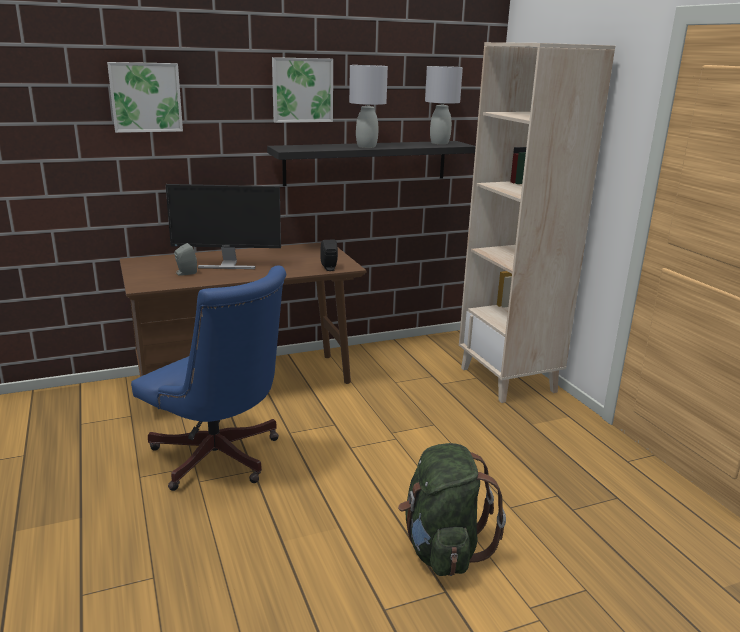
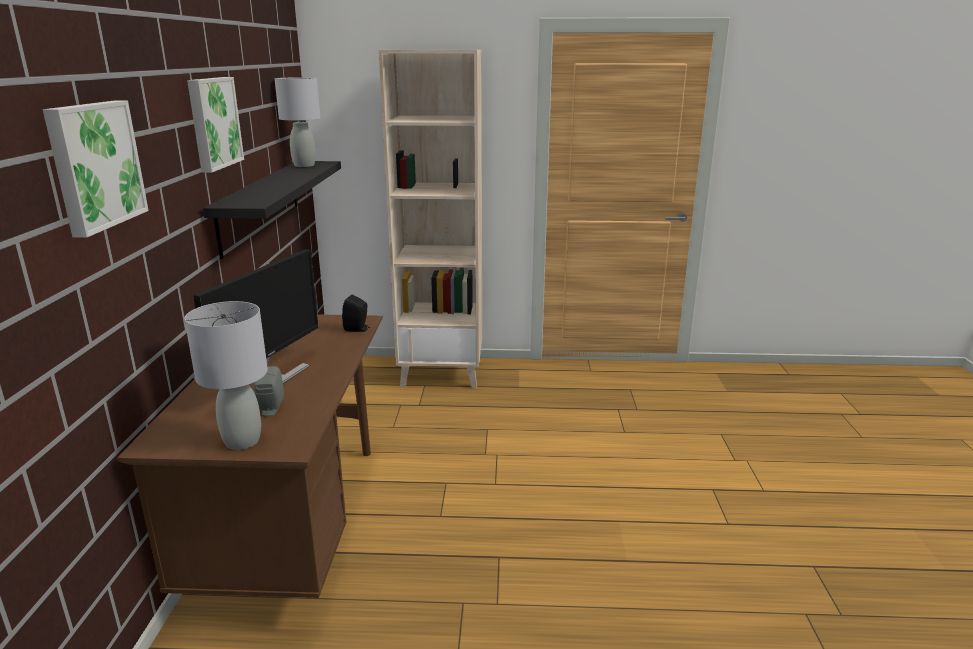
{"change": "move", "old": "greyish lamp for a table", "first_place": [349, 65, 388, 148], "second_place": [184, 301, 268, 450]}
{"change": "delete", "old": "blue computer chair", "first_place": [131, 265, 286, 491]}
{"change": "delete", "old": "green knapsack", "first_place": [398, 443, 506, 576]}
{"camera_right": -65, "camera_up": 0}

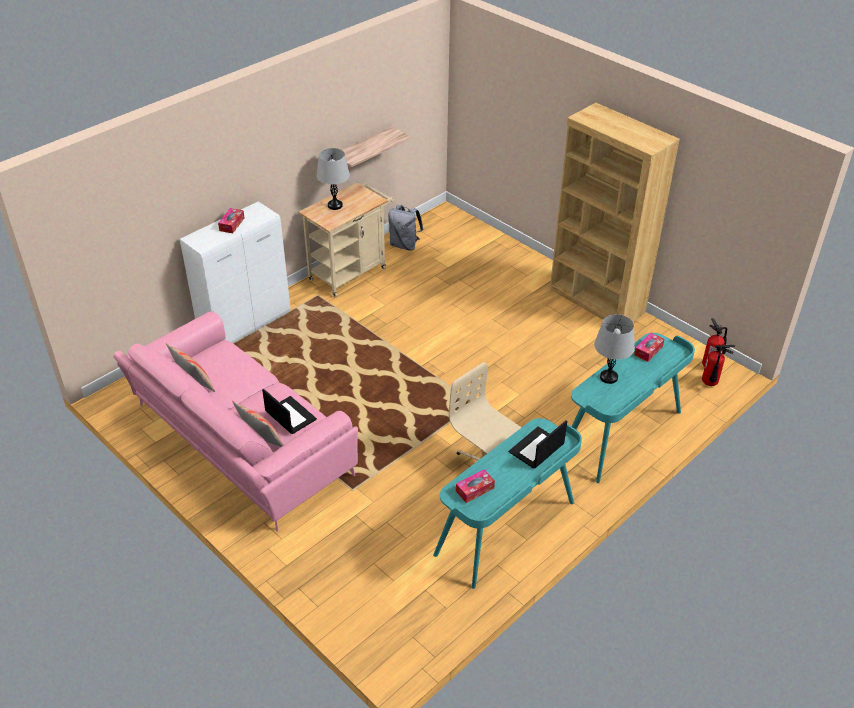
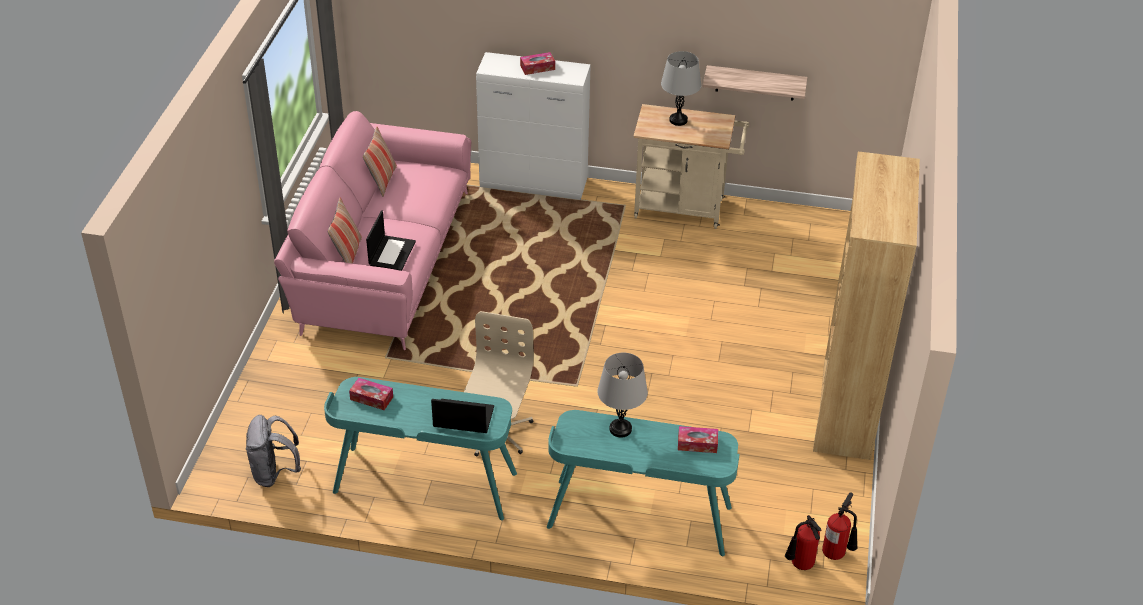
{"change": "move", "old": "greyish knapsack", "first_place": [388, 205, 423, 251], "second_place": [246, 415, 301, 487]}
{"camera_right": 55, "camera_up": 0}

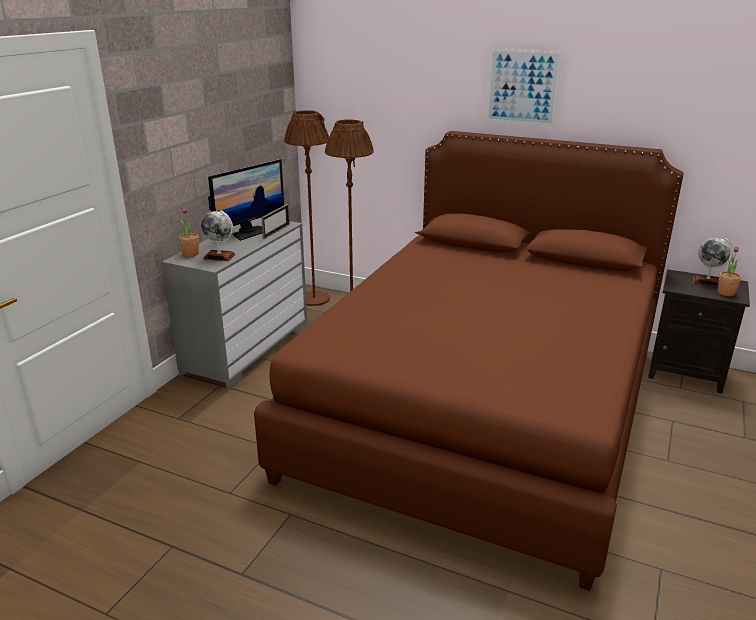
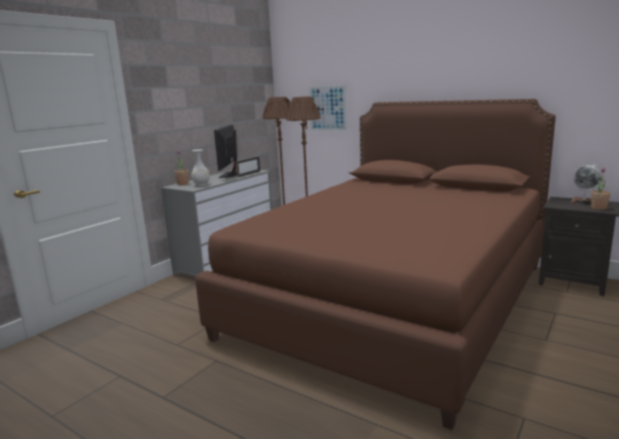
{"change": "move", "old": "wall picture", "first_place": [486, 49, 562, 126], "second_place": [308, 85, 348, 131]}
{"change": "rotate", "old": "monitor", "first_place": [208, 159, 284, 241], "second_place": [214, 124, 238, 178], "degrees": 135}
{"change": "replace", "old": "world globe", "new": "white-coloured flower vase", "first_place": [201, 210, 236, 261], "second_place": [191, 149, 210, 186]}
{"camera_right": 10, "camera_up": -10}

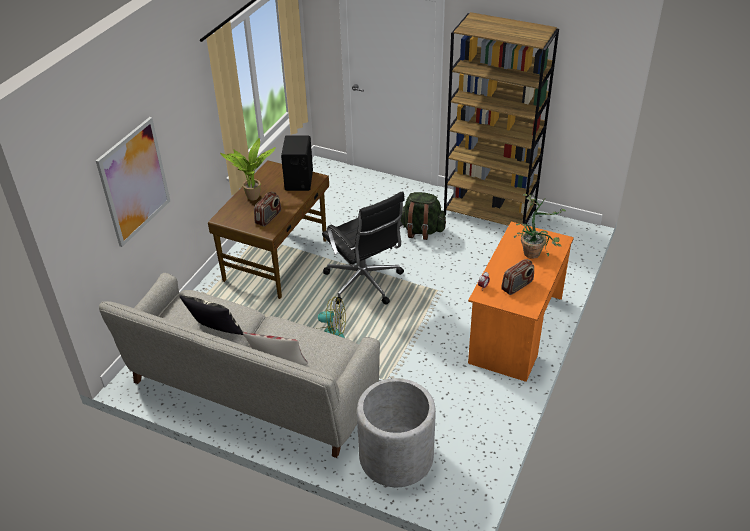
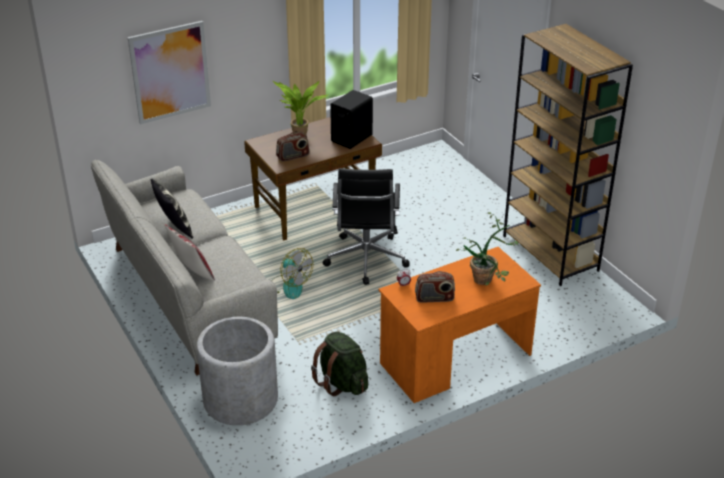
{"change": "move", "old": "green knapsack", "first_place": [401, 192, 446, 240], "second_place": [311, 331, 368, 396]}
{"camera_right": 35, "camera_up": -5}

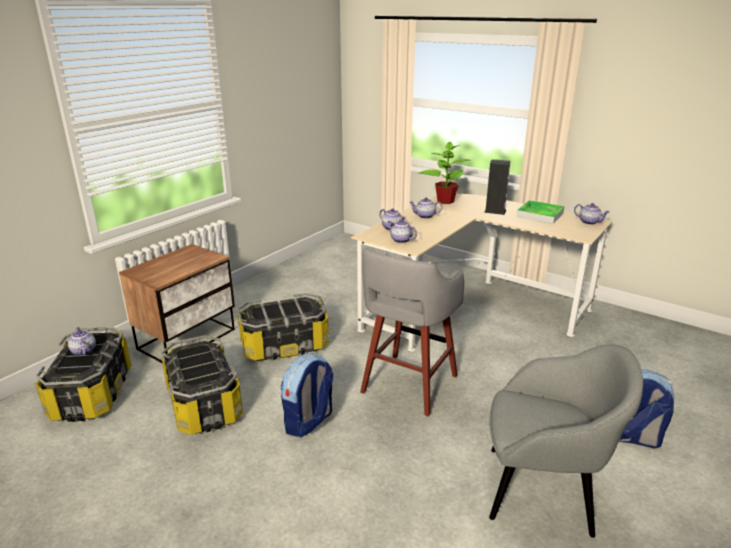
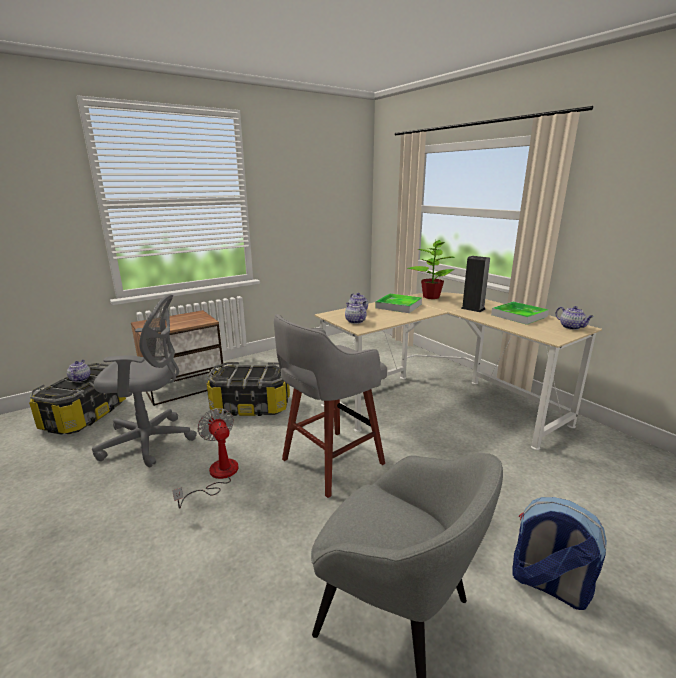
{"change": "replace", "old": "teapot", "new": "serving tray", "first_place": [410, 197, 443, 219], "second_place": [375, 294, 422, 313]}
{"change": "replace", "old": "storage box", "new": "greyish computer chair", "first_place": [161, 335, 243, 435], "second_place": [92, 294, 197, 467]}
{"change": "replace", "old": "knapsack", "new": "cooling fan", "first_place": [281, 353, 333, 437], "second_place": [172, 408, 238, 509]}
{"camera_right": 20, "camera_up": -5}

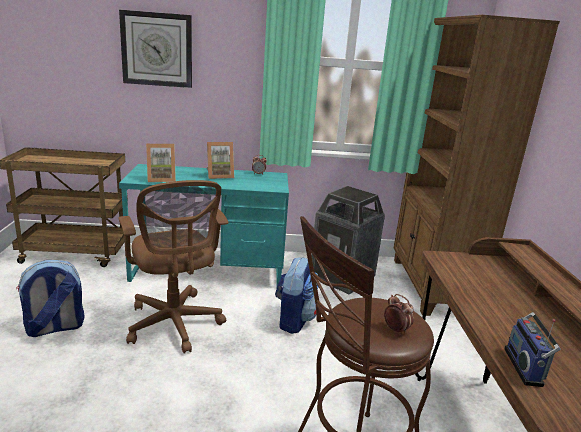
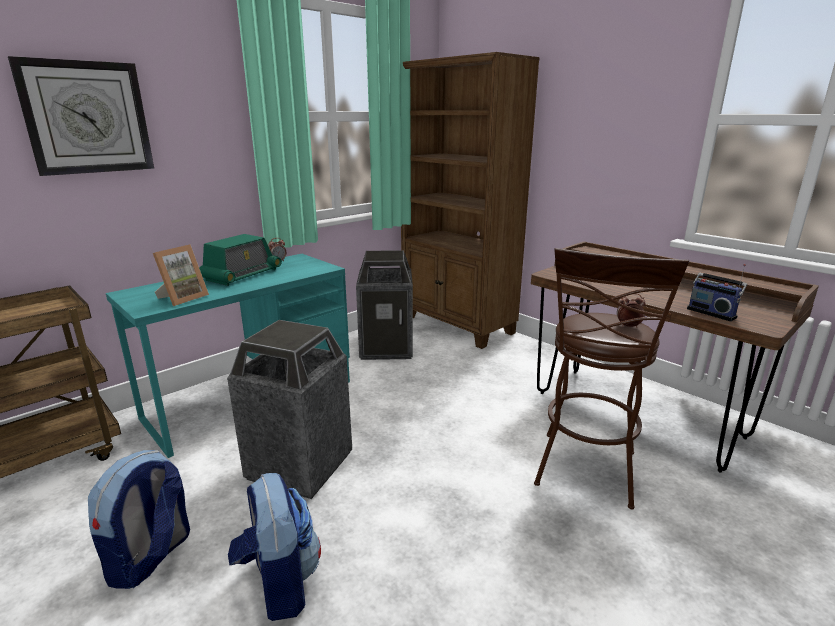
{"change": "replace", "old": "photo frame", "new": "radio receiver", "first_place": [207, 142, 234, 179], "second_place": [199, 234, 282, 286]}
{"change": "replace", "old": "brown computer chair", "new": "trash can", "first_place": [118, 180, 228, 354], "second_place": [227, 320, 352, 499]}
{"change": "move", "old": "knapsack", "first_place": [275, 257, 319, 334], "second_place": [228, 473, 321, 621]}
{"camera_right": -40, "camera_up": 0}

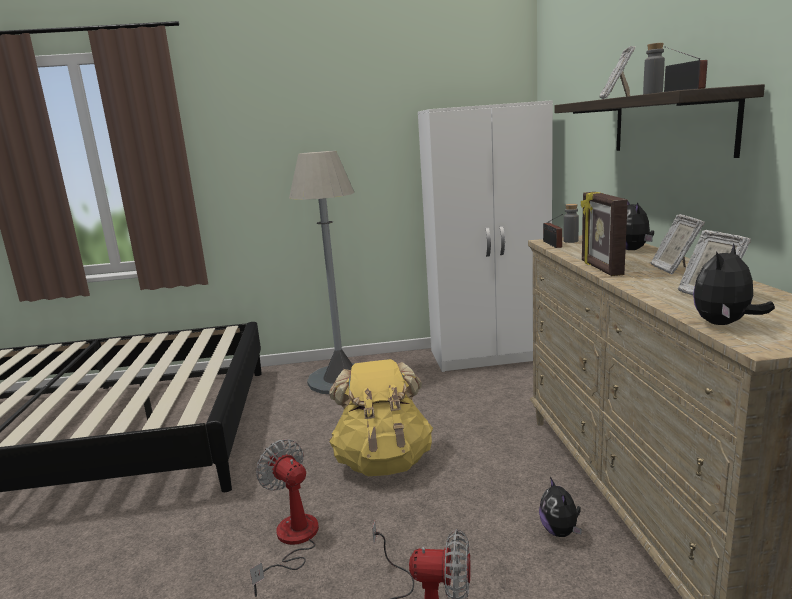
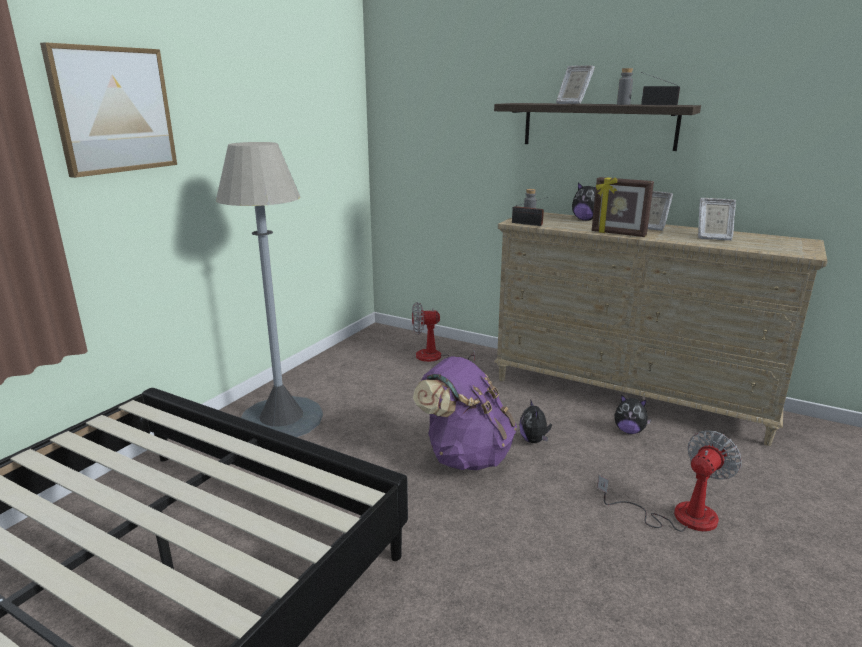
{"change": "delete", "old": "white-coloured wardrobe", "first_place": [418, 100, 553, 372]}
{"change": "move", "old": "soft toy", "first_place": [693, 243, 775, 325], "second_place": [519, 399, 552, 443]}
{"change": "recolor", "old": "yellowish knapsack", "new": "purplish knapsack", "first_place": [329, 359, 433, 476], "second_place": [413, 356, 517, 470]}
{"change": "move", "old": "cooling fan", "first_place": [250, 439, 319, 597], "second_place": [412, 302, 475, 362]}
{"change": "insert", "new": "wall picture", "second_place": [40, 42, 177, 178]}
{"camera_right": -55, "camera_up": 5}

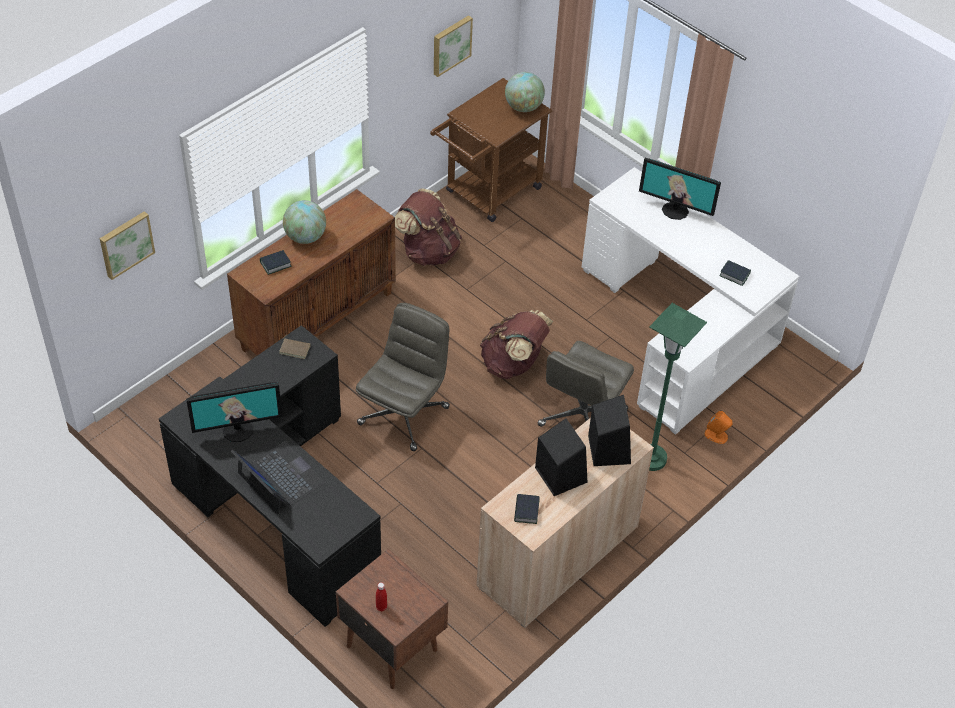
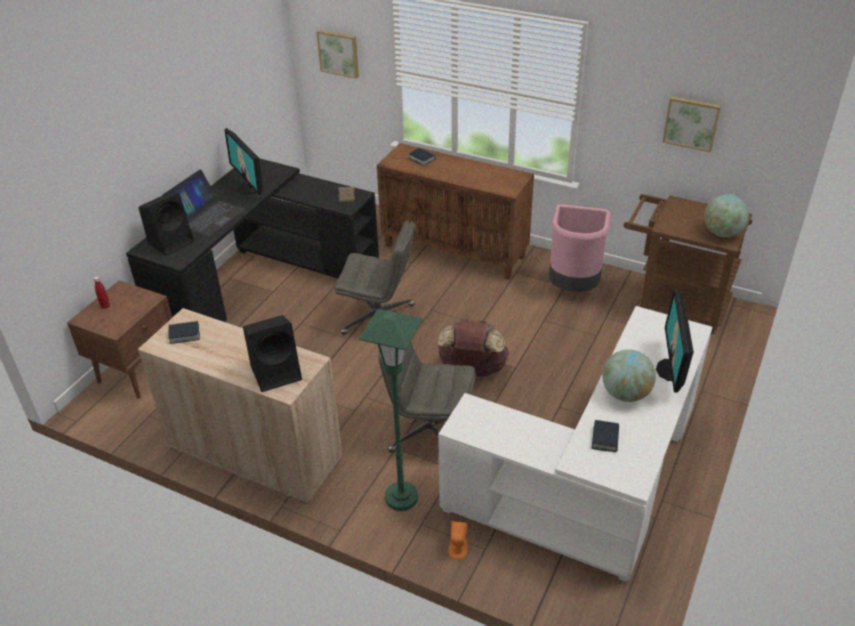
{"change": "replace", "old": "brown knapsack", "new": "pinkish trash can", "first_place": [395, 188, 462, 266], "second_place": [549, 204, 611, 292]}
{"change": "move", "old": "world globe", "first_place": [283, 200, 326, 244], "second_place": [602, 350, 656, 402]}
{"change": "move", "old": "black-coloured speaker", "first_place": [535, 418, 587, 496], "second_place": [138, 193, 194, 256]}
{"camera_right": 75, "camera_up": -10}

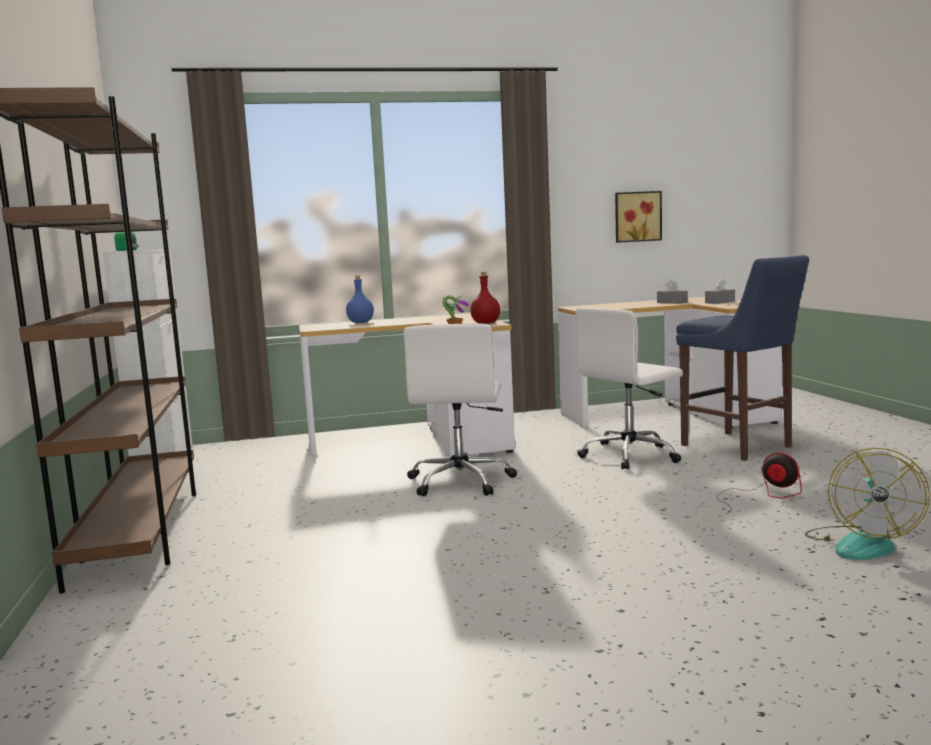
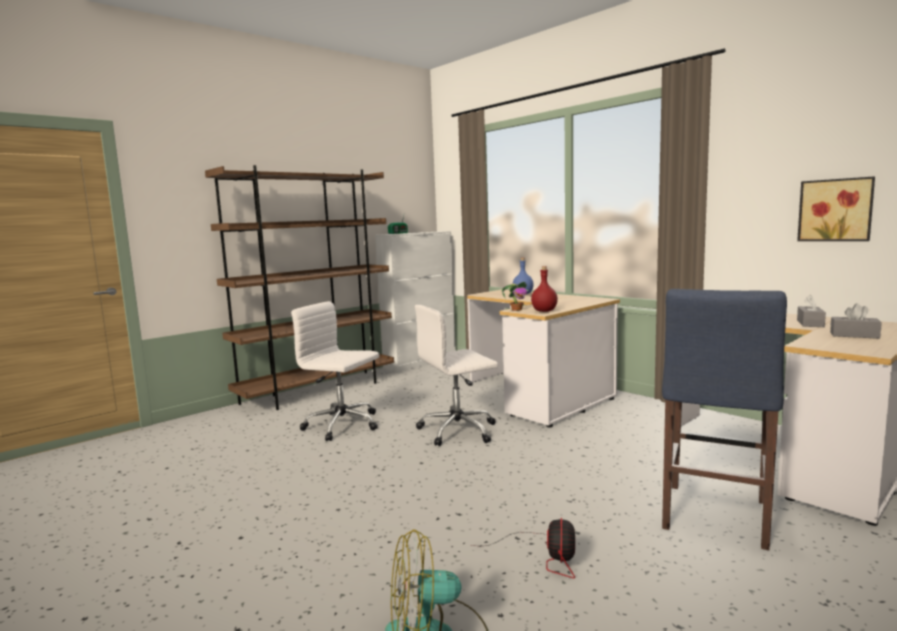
{"change": "move", "old": "white-coloured computer chair", "first_place": [576, 308, 683, 470], "second_place": [291, 301, 380, 441]}
{"camera_right": 60, "camera_up": 0}

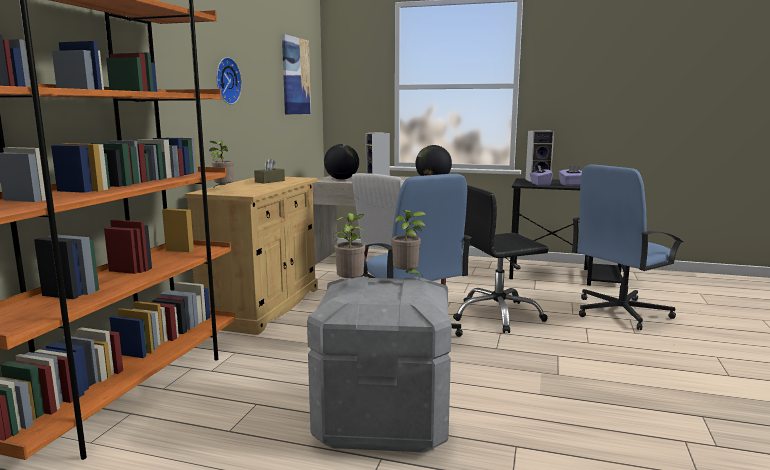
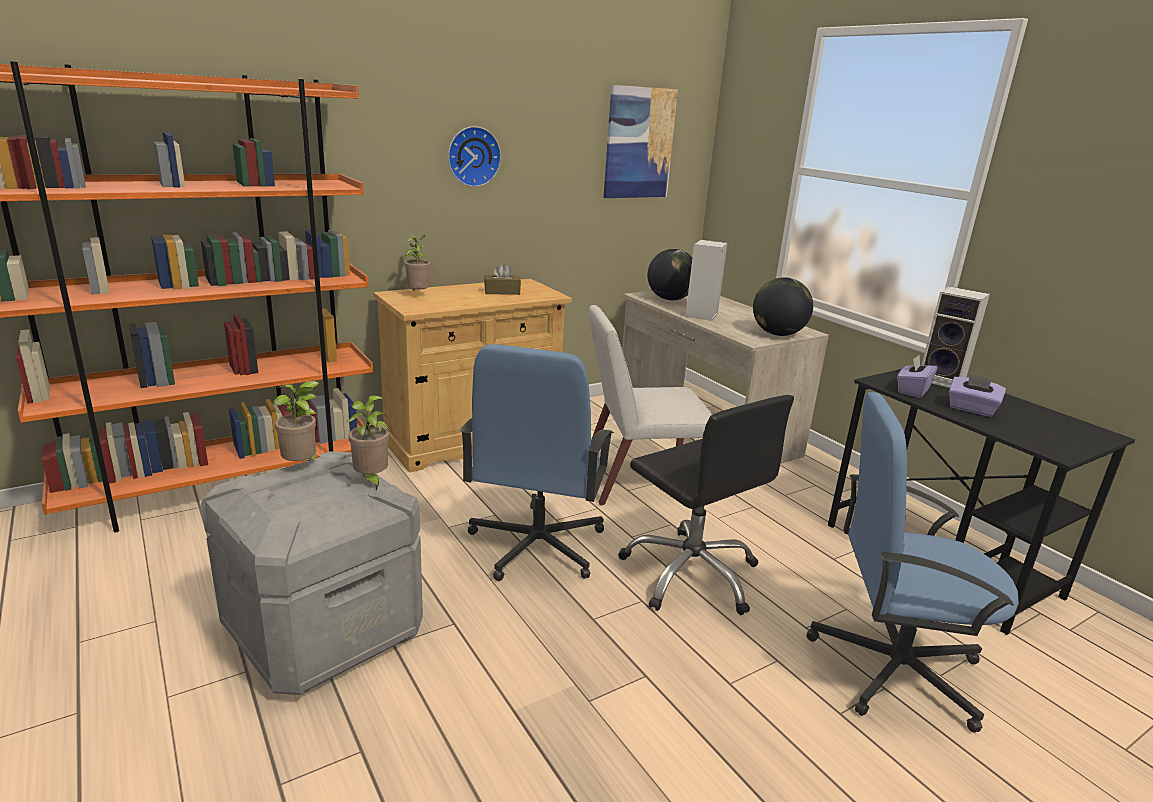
{"change": "rotate", "old": "black-coloured computer chair", "first_place": [453, 185, 548, 333], "second_place": [618, 395, 794, 615], "degrees": -150}
{"camera_right": 40, "camera_up": 10}

